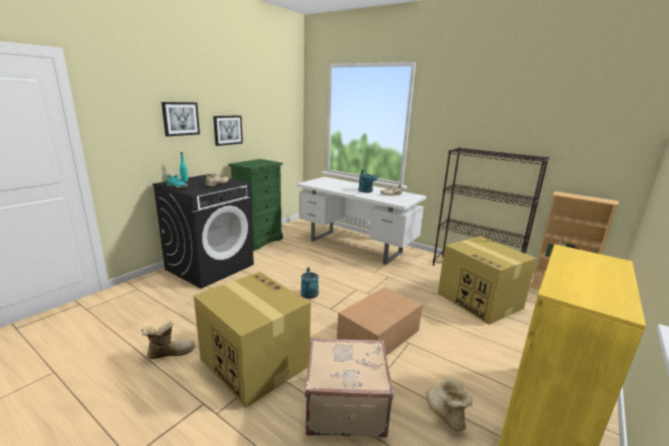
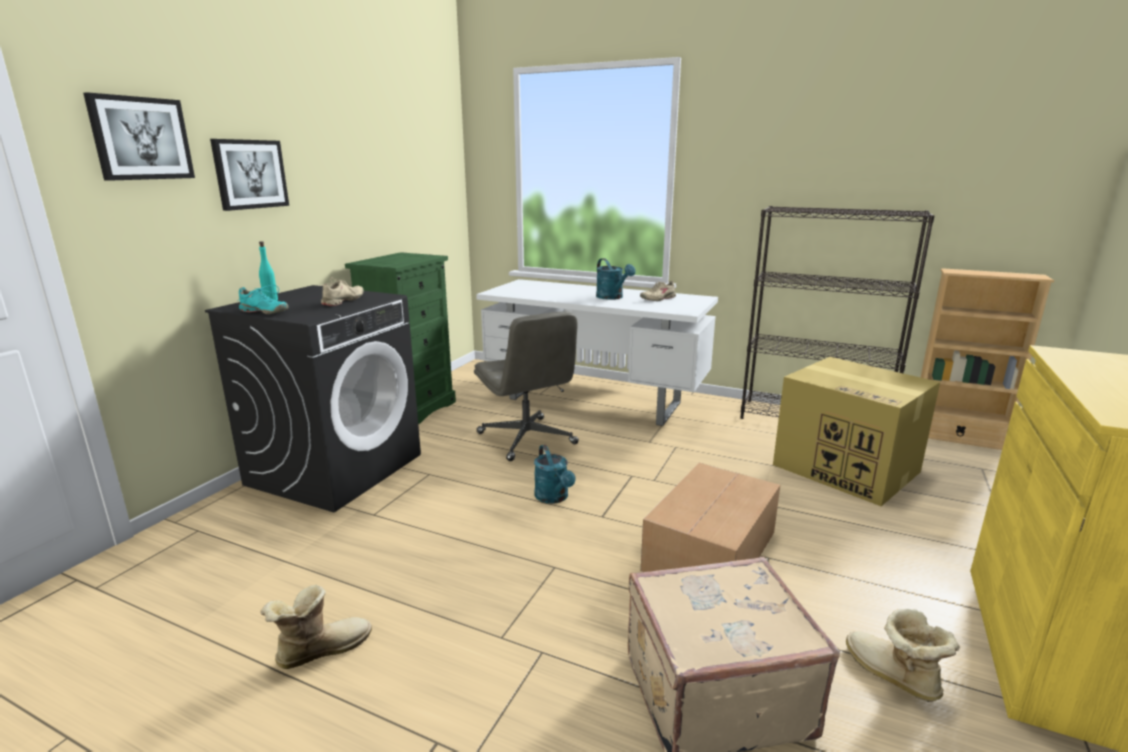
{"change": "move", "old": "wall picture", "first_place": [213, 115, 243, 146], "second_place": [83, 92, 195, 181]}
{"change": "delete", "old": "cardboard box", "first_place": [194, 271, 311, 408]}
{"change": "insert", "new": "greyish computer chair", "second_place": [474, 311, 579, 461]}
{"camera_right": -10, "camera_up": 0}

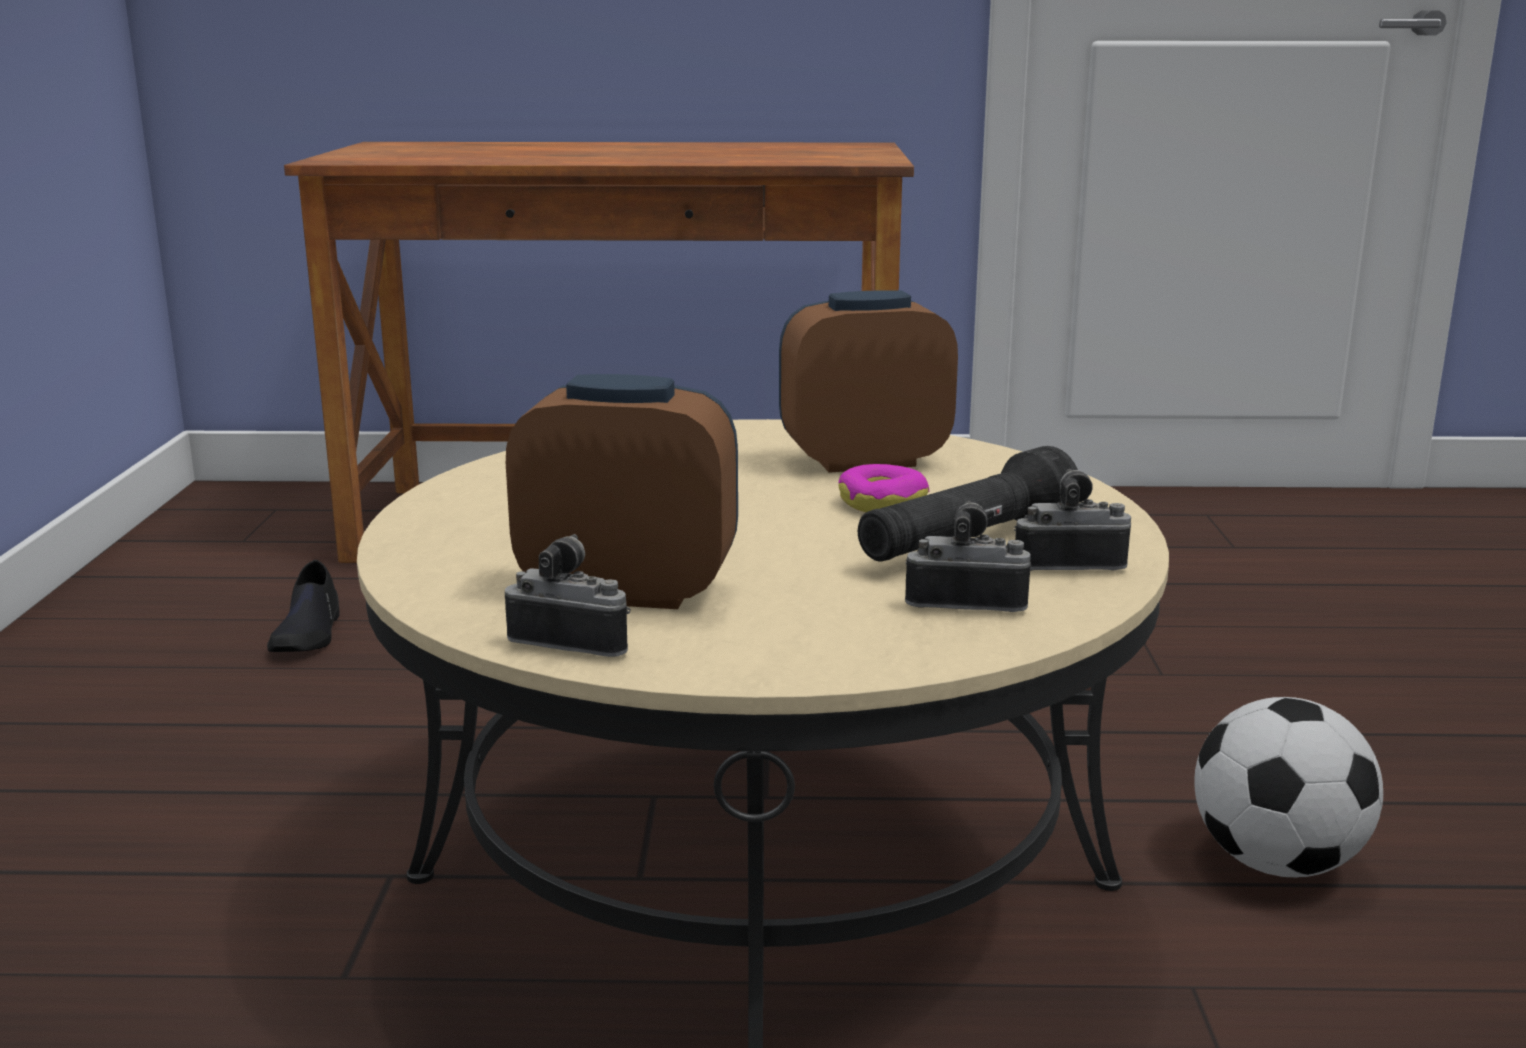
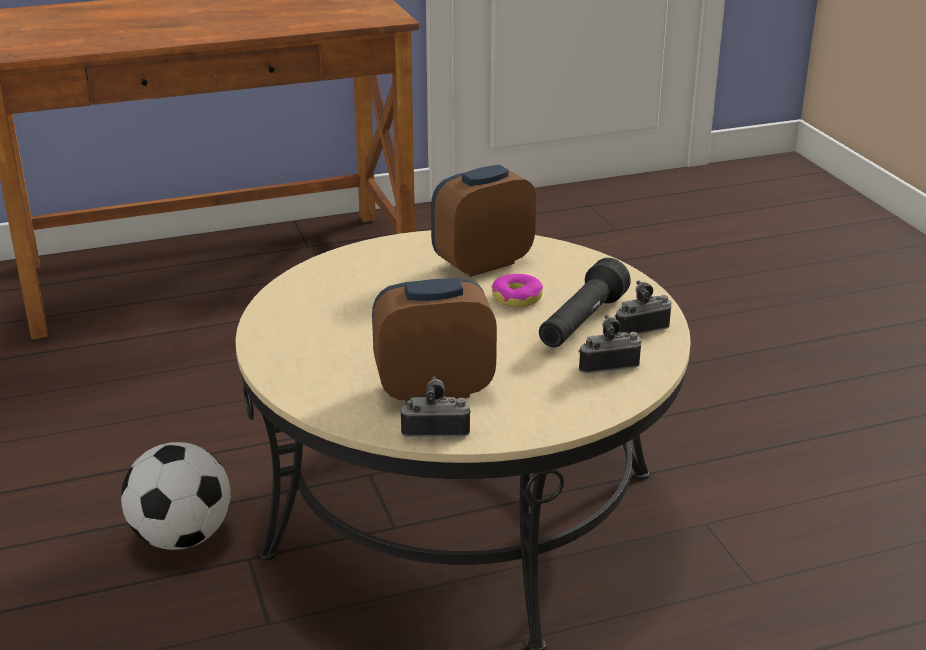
{"change": "delete", "old": "black-coloured item of footwear", "first_place": [267, 560, 340, 652]}
{"change": "move", "old": "football ball", "first_place": [1194, 697, 1383, 877], "second_place": [121, 442, 230, 550]}
{"camera_right": -20, "camera_up": 10}

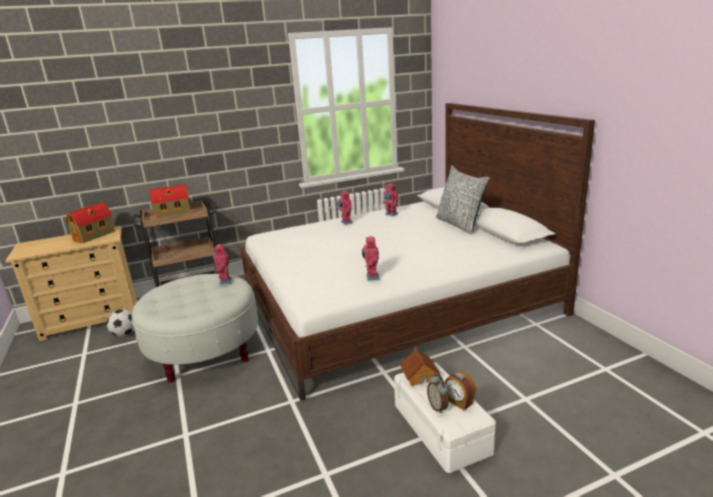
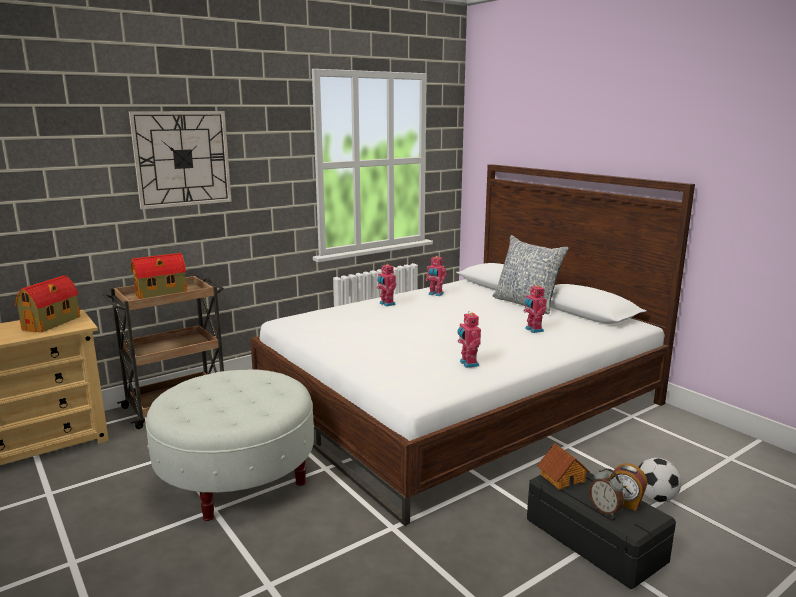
{"change": "move", "old": "toy robot", "first_place": [212, 243, 232, 284], "second_place": [523, 284, 546, 333]}
{"change": "move", "old": "football ball", "first_place": [107, 309, 134, 337], "second_place": [638, 458, 682, 502]}
{"change": "recolor", "old": "white-coloured storage box", "new": "black-coloured storage box", "first_place": [394, 362, 496, 473], "second_place": [527, 472, 676, 589]}
{"change": "insert", "new": "wall clock", "second_place": [129, 111, 232, 210]}
{"camera_right": -15, "camera_up": -5}

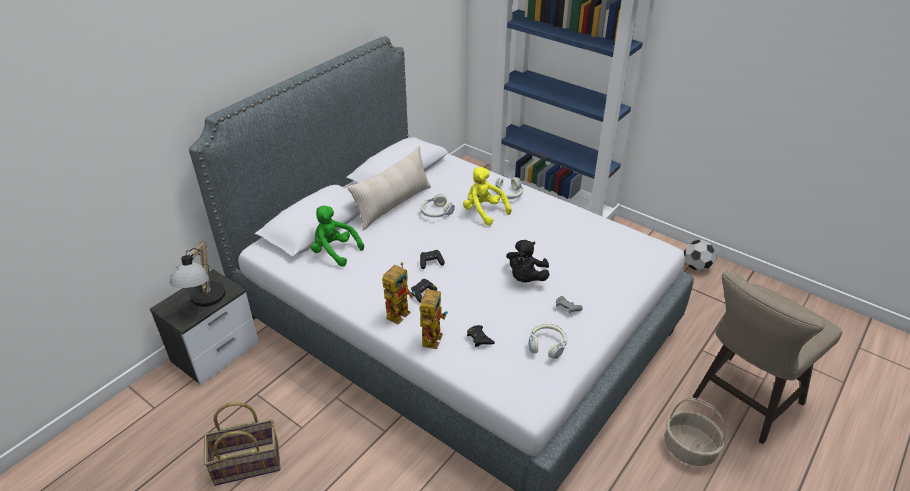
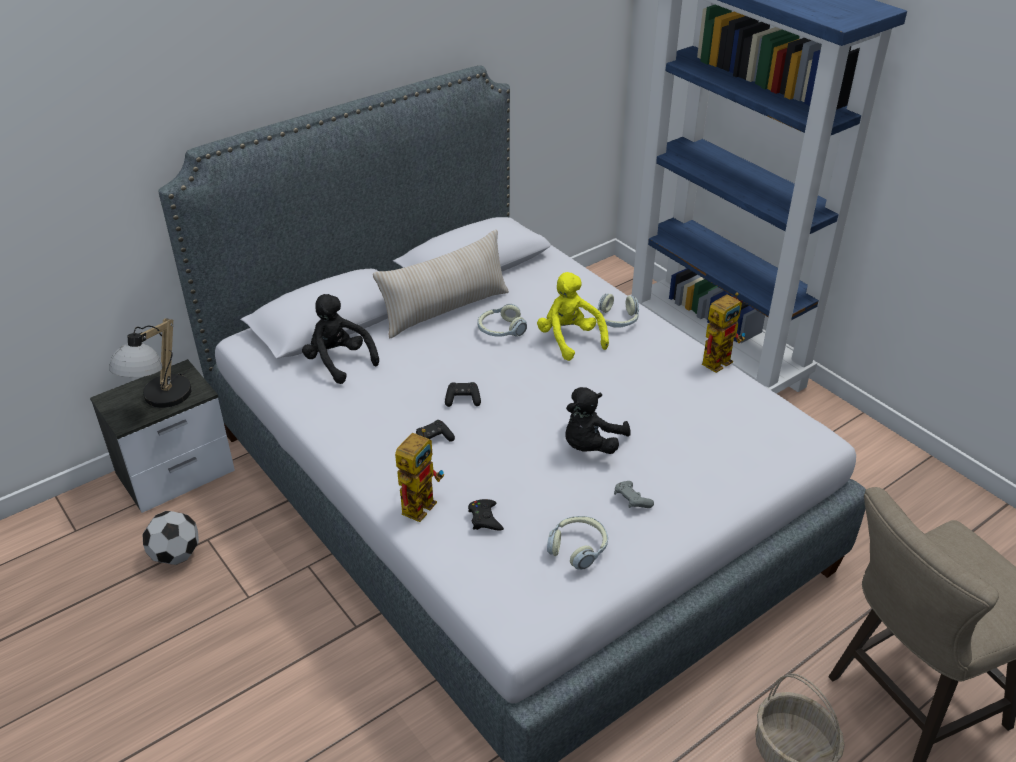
{"change": "recolor", "old": "green soft toy", "new": "black-coloured soft toy", "first_place": [311, 205, 364, 267], "second_place": [302, 294, 379, 384]}
{"change": "move", "old": "football ball", "first_place": [684, 240, 717, 271], "second_place": [142, 511, 199, 565]}
{"change": "move", "old": "toy robot", "first_place": [382, 262, 415, 324], "second_place": [702, 292, 745, 373]}
{"change": "delete", "old": "storage basket", "first_place": [204, 402, 280, 486]}
{"camera_right": 15, "camera_up": 0}

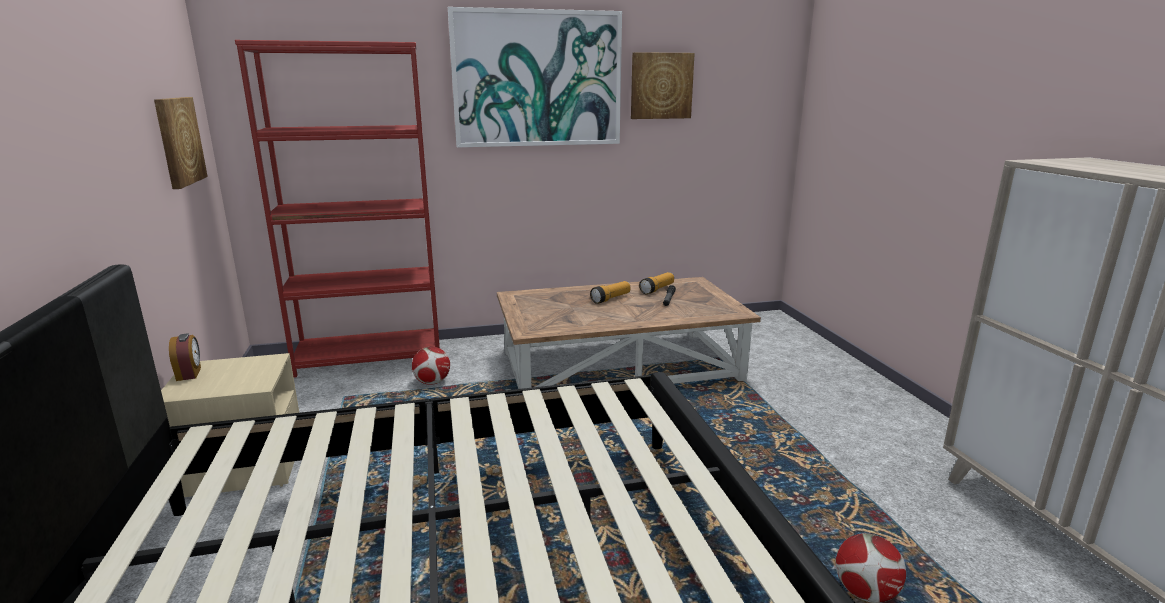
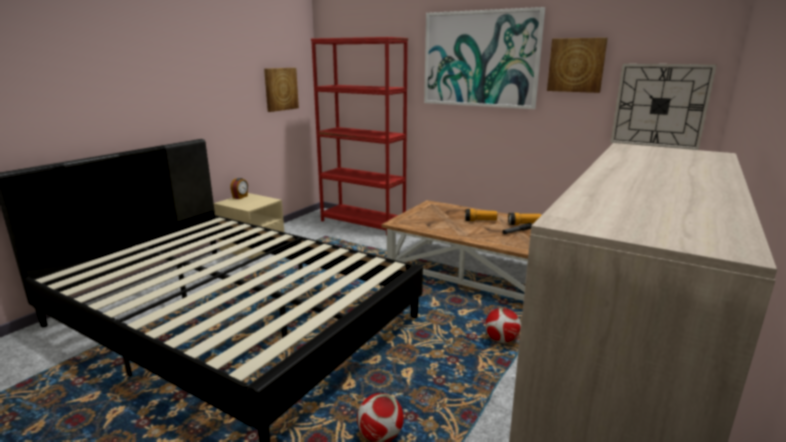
{"change": "move", "old": "football ball", "first_place": [412, 347, 450, 385], "second_place": [485, 308, 521, 344]}
{"change": "insert", "new": "wall clock", "second_place": [610, 64, 717, 150]}
{"camera_right": 45, "camera_up": 0}

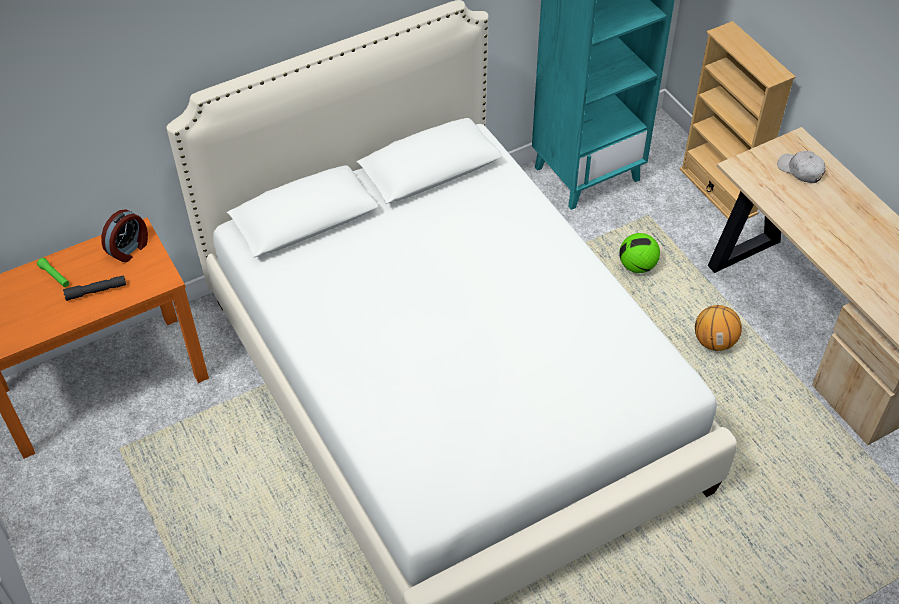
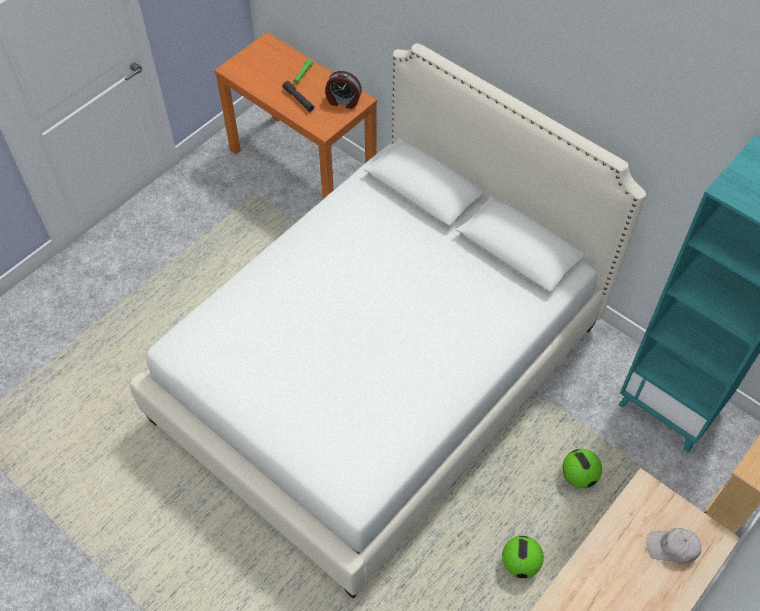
{"change": "rotate", "old": "white-coloured baseball cap", "first_place": [777, 151, 826, 183], "second_place": [647, 528, 701, 564], "degrees": -105}
{"change": "replace", "old": "basketball", "new": "football ball", "first_place": [695, 305, 742, 351], "second_place": [502, 536, 544, 578]}
{"camera_right": 70, "camera_up": 5}

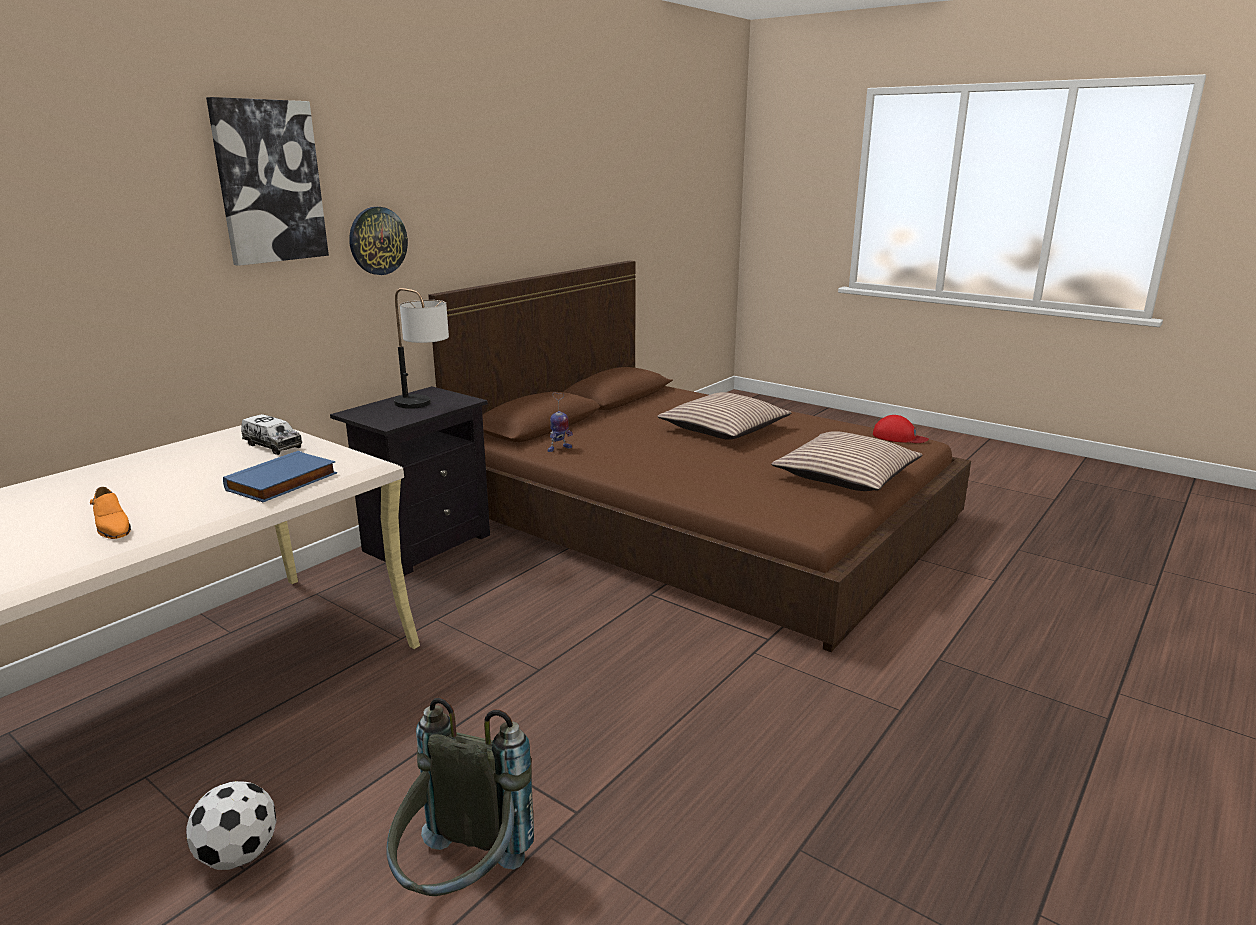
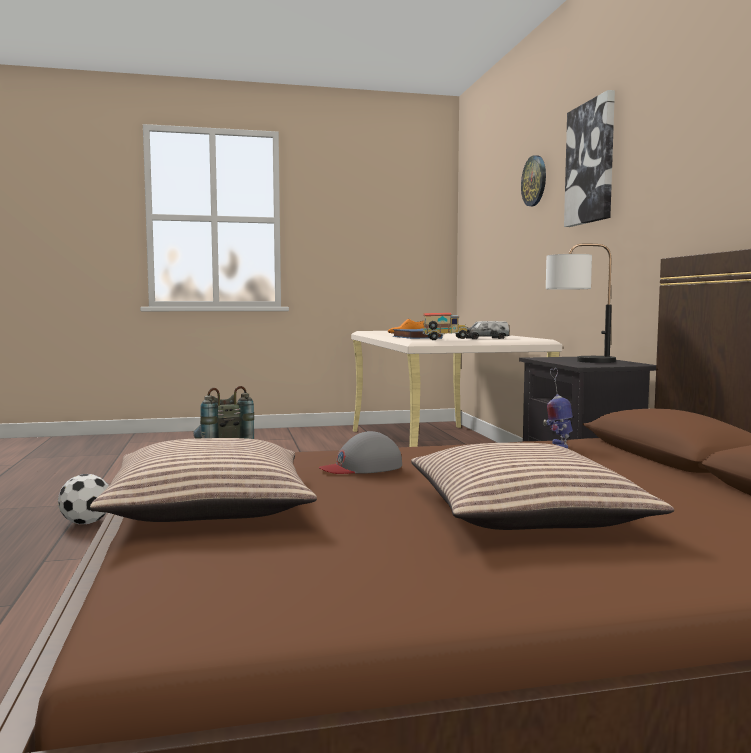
{"change": "move", "old": "wall clock", "first_place": [349, 207, 408, 275], "second_place": [521, 155, 546, 206]}
{"change": "delete", "old": "reddish baseball cap", "first_place": [873, 415, 929, 443]}
{"change": "move", "old": "football ball", "first_place": [186, 781, 277, 870], "second_place": [58, 474, 109, 524]}
{"change": "insert", "new": "toy truck", "second_place": [423, 313, 469, 340]}
{"change": "insert", "new": "greyish baseball cap", "second_place": [319, 431, 402, 474]}
{"camera_right": 130, "camera_up": -15}

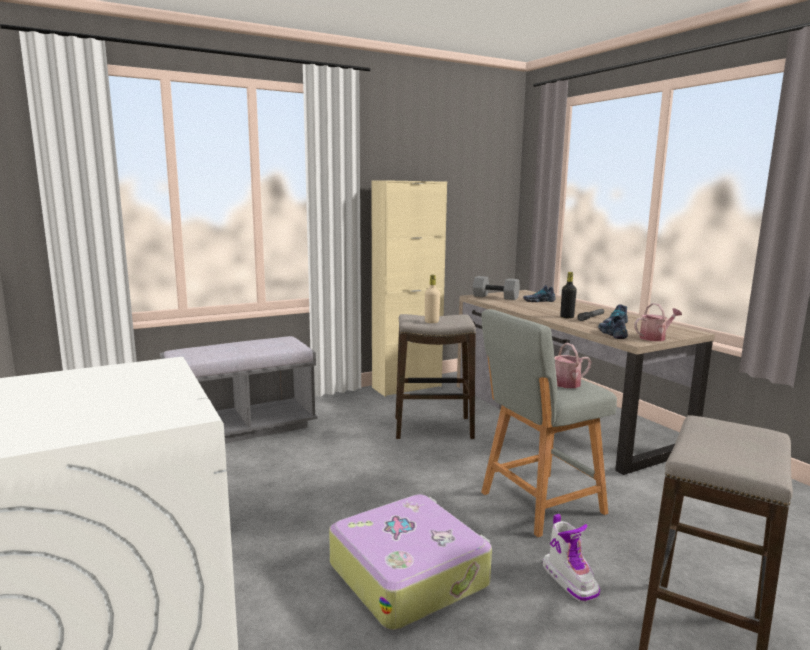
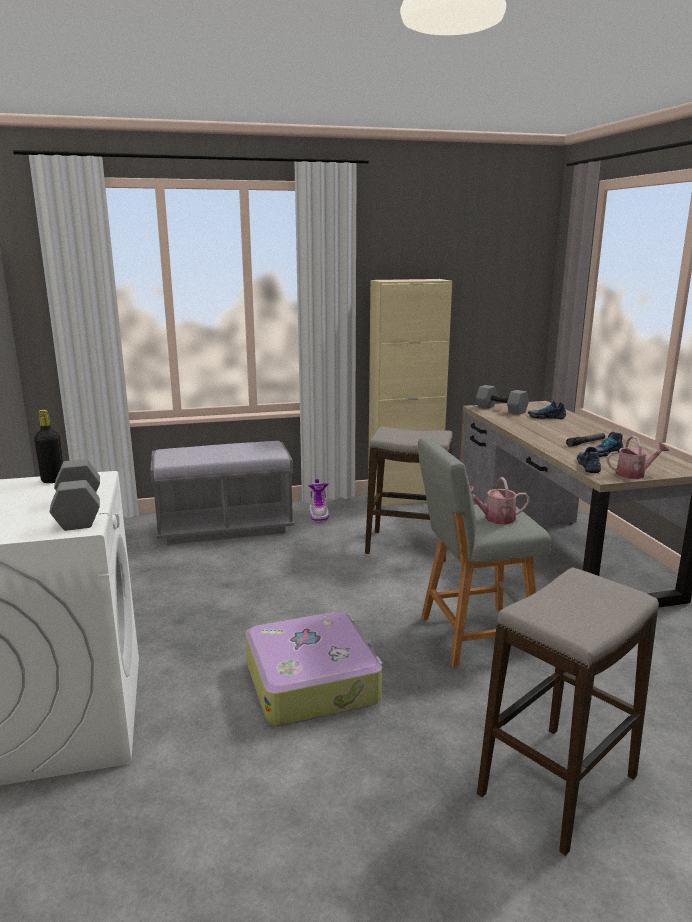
{"change": "move", "old": "black-coloured beverage bottle", "first_place": [560, 272, 577, 318], "second_place": [34, 410, 63, 483]}
{"change": "delete", "old": "beige beverage bottle", "first_place": [425, 275, 440, 323]}
{"change": "move", "old": "boot", "first_place": [543, 514, 600, 602], "second_place": [308, 479, 329, 522]}
{"change": "insert", "new": "greyish free weight", "second_place": [50, 459, 100, 531]}
{"camera_right": 15, "camera_up": 5}

